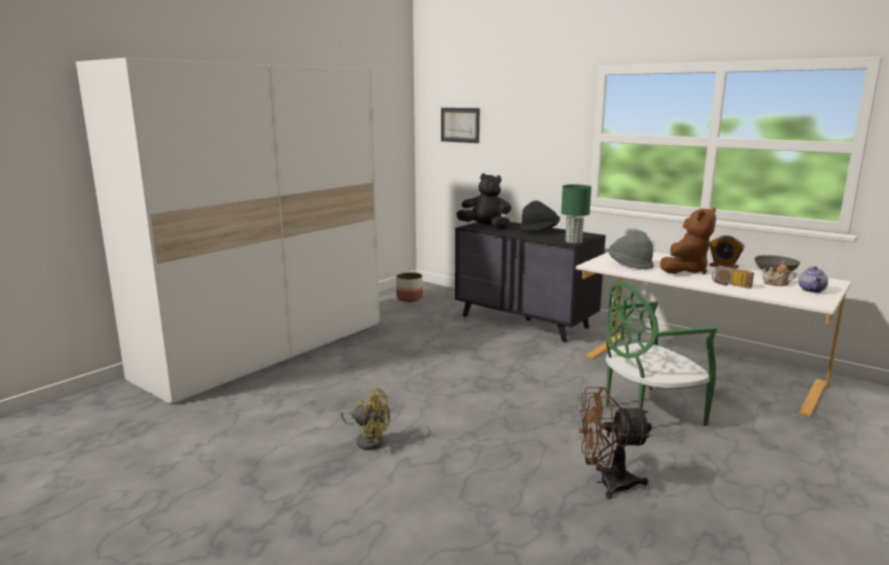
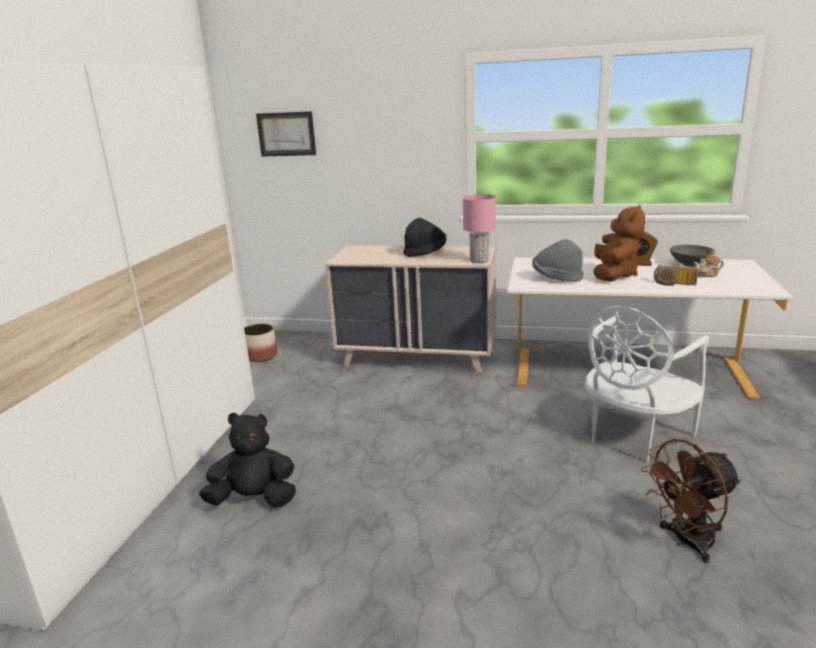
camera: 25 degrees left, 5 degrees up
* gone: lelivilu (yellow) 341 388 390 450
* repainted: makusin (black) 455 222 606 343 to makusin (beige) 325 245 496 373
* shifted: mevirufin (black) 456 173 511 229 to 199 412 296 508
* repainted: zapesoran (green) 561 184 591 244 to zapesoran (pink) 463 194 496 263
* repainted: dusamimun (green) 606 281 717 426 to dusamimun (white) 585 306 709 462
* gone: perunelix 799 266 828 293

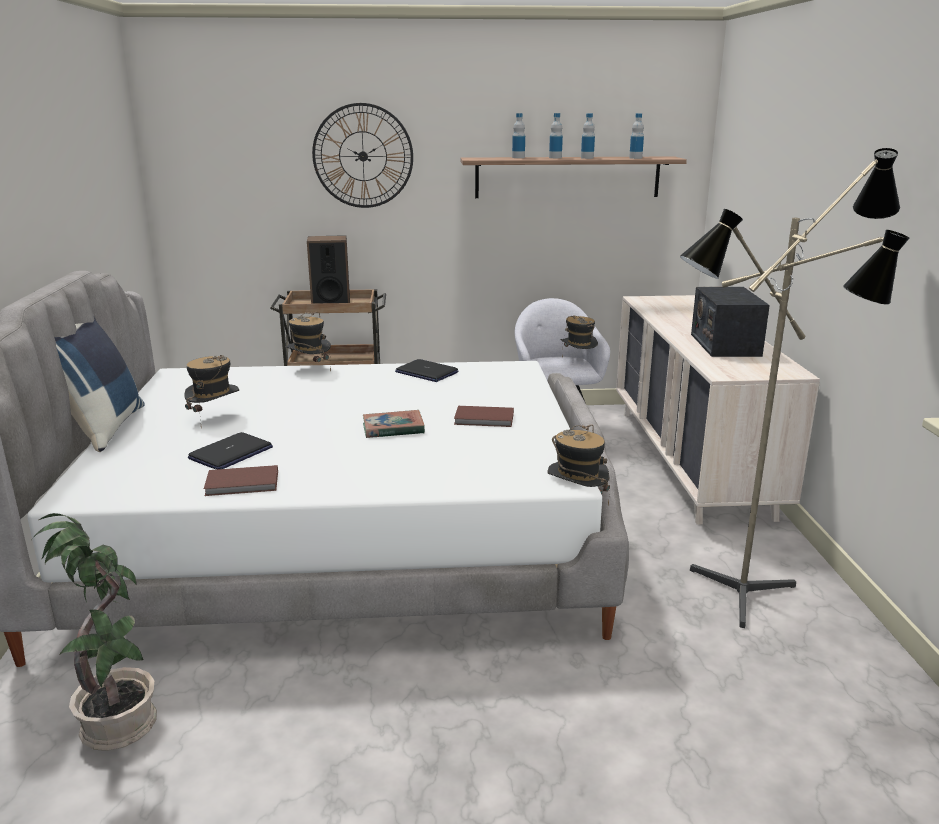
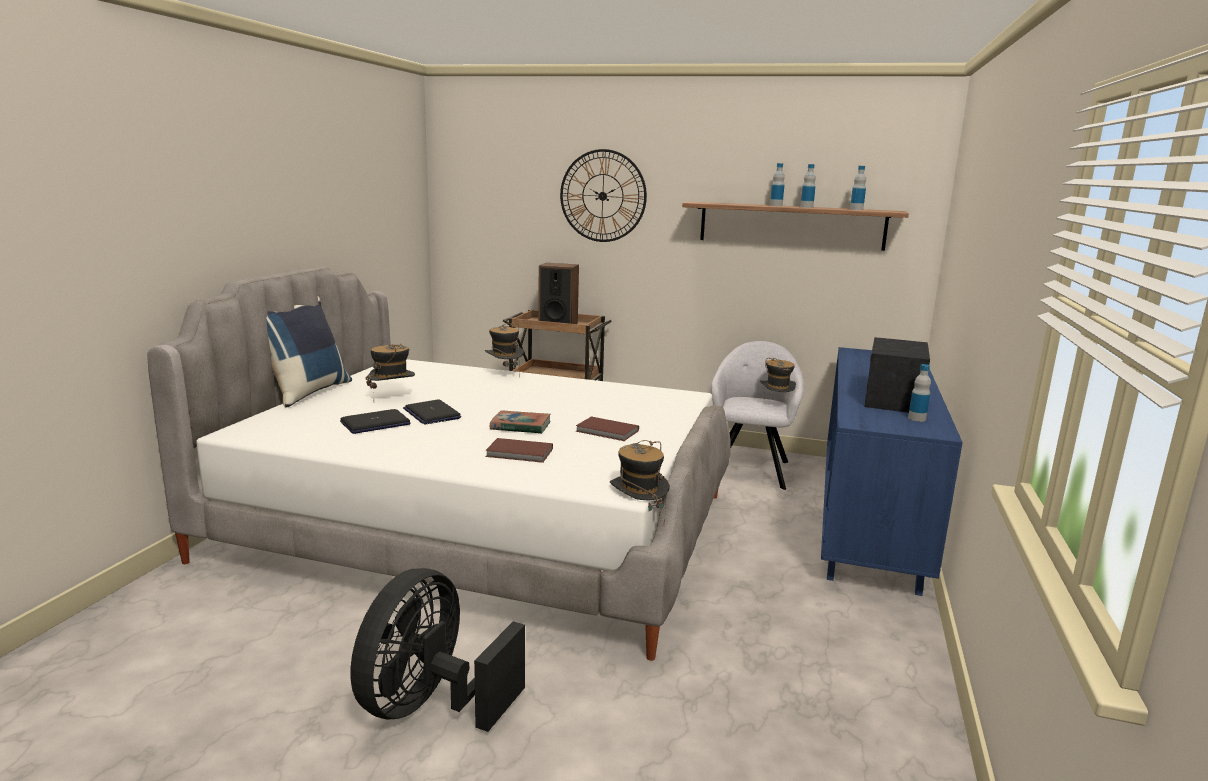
camera: 20 degrees right, 5 degrees down
* gone: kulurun 32 513 157 751
* shifted: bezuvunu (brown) 204 465 278 496 to 485 438 553 463
* shifted: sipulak 395 359 458 382 to 403 399 461 424
* shifted: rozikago 512 113 525 158 to 908 364 931 422
* repainted: makusin (beige) 616 295 820 525 to makusin (blue) 821 347 963 596
* gone: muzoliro 680 148 909 628
* new: lelivilu (black) 351 568 525 732

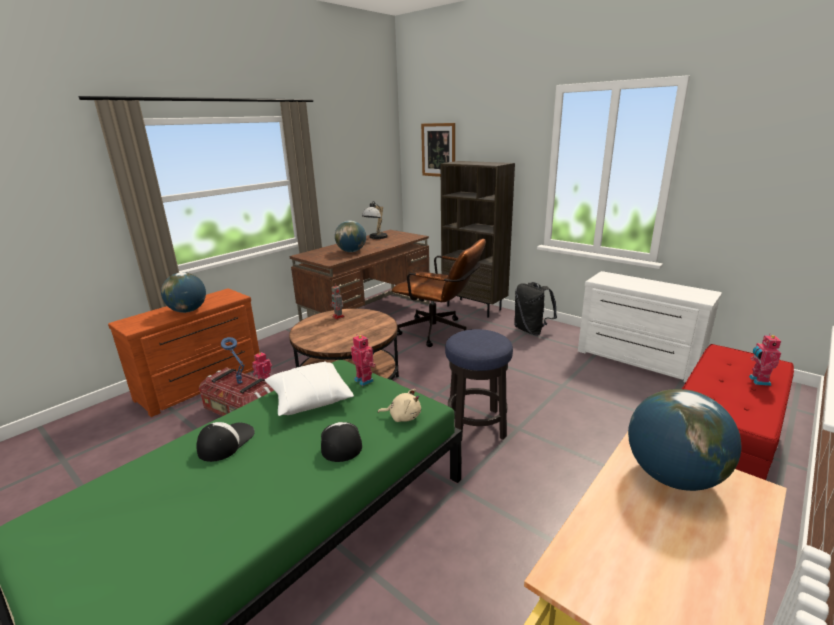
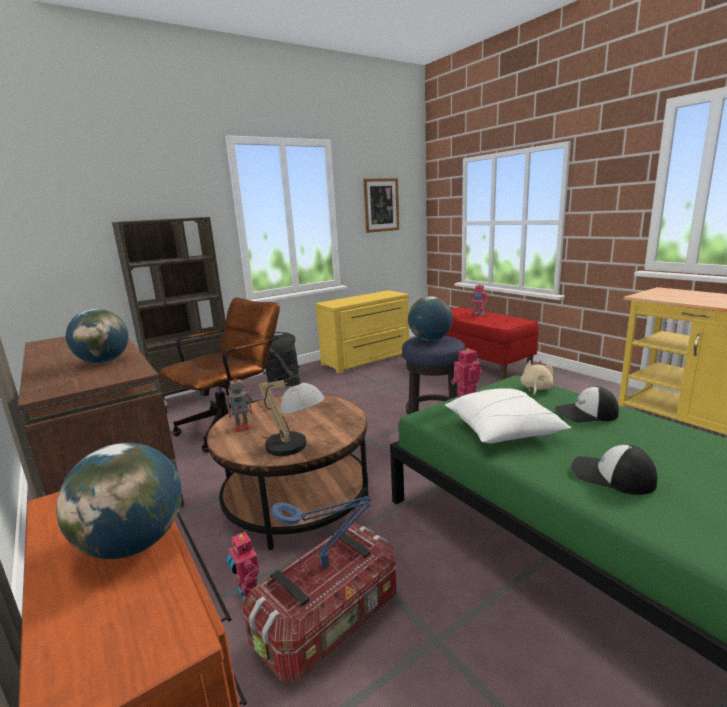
camera: 75 degrees left, 5 degrees down
* shifted: zapesoran 362 201 388 239 to 258 371 325 456
* shifted: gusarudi 421 123 455 177 to 363 178 399 233
* repainted: makusin (white) 578 271 722 383 to makusin (yellow) 315 290 409 373
* shifted: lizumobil 628 389 741 491 to 408 296 453 341

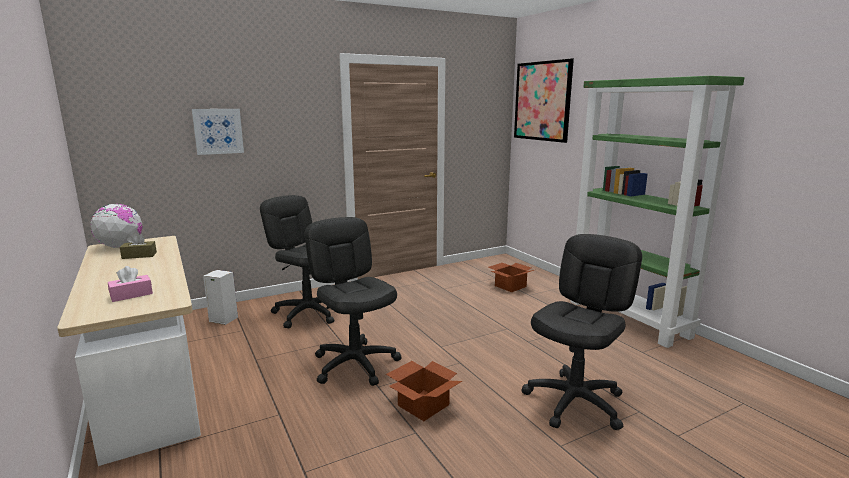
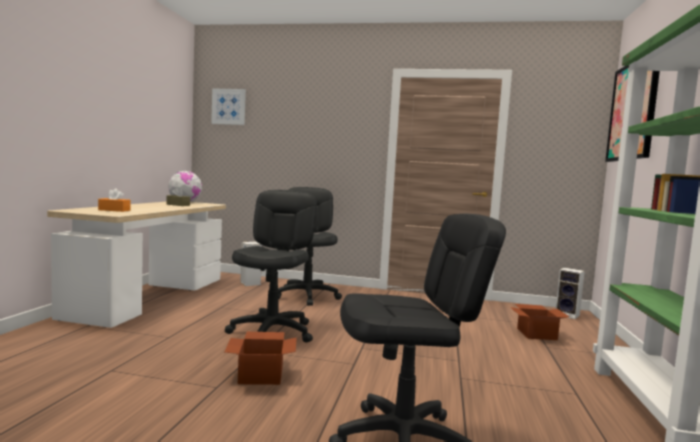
camera: 40 degrees right, 10 degrees down
* repainted: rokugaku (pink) 108 266 153 302 to rokugaku (orange) 98 188 130 212
* shifted: gusarudi 192 109 244 155 to 211 89 246 125
* new: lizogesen 556 267 585 319

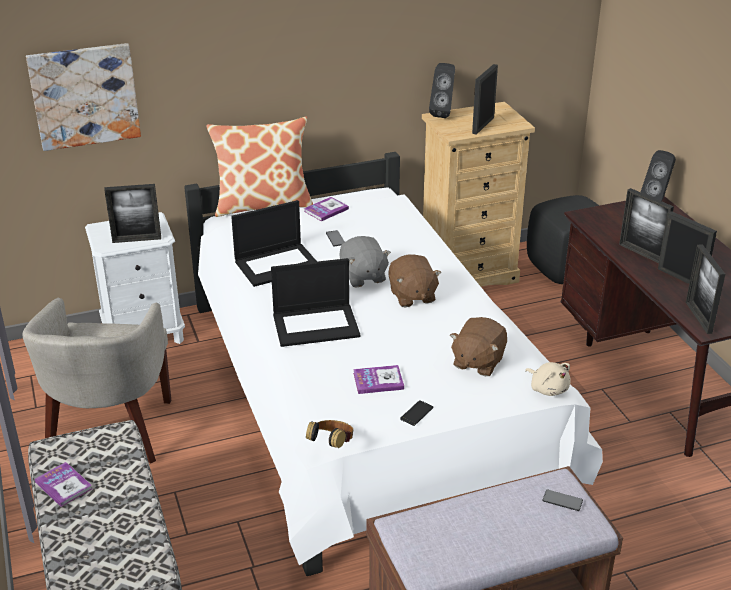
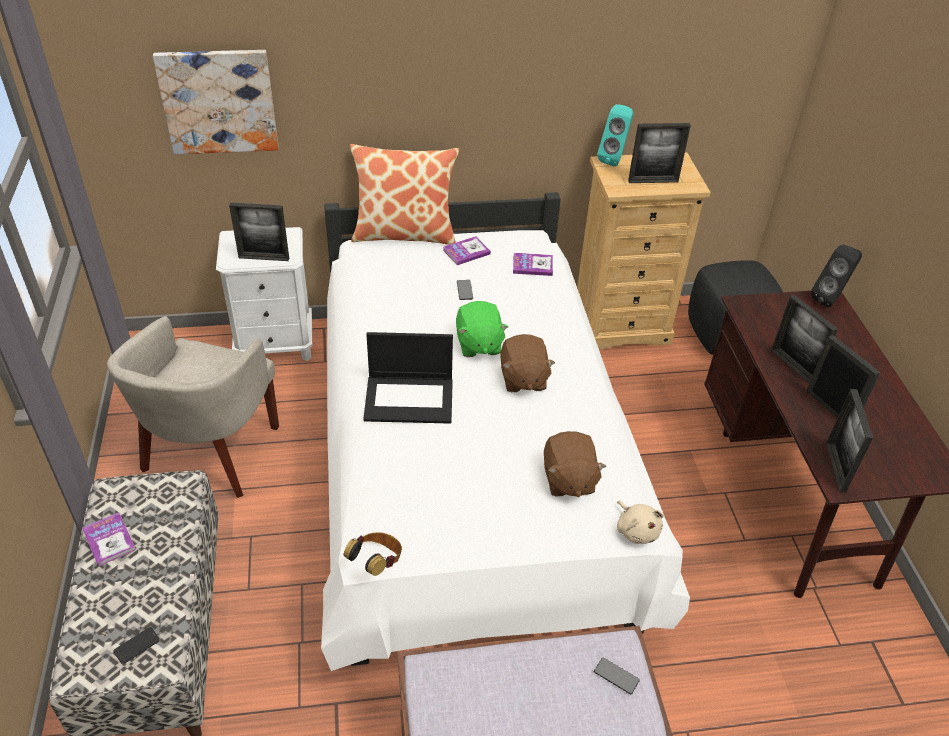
camera: 10 degrees right, 10 degrees up
* gone: sipulak 231 200 317 287
* repainted: mevirufin (grey) 339 236 391 287 to mevirufin (green) 456 301 508 357
* shifted: bezuvunu 353 365 404 394 to 513 253 553 276
* shifted: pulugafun 400 400 434 426 to 113 627 160 664
* repainted: lizogesen (black) 429 63 455 118 to lizogesen (turquoise) 597 104 634 166
* rotated: mevirufin (brown) 450 317 507 376 = 544 431 606 497 45 degrees counterclockwise
* rotated: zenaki 472 64 498 135 = 628 123 691 183 135 degrees counterclockwise

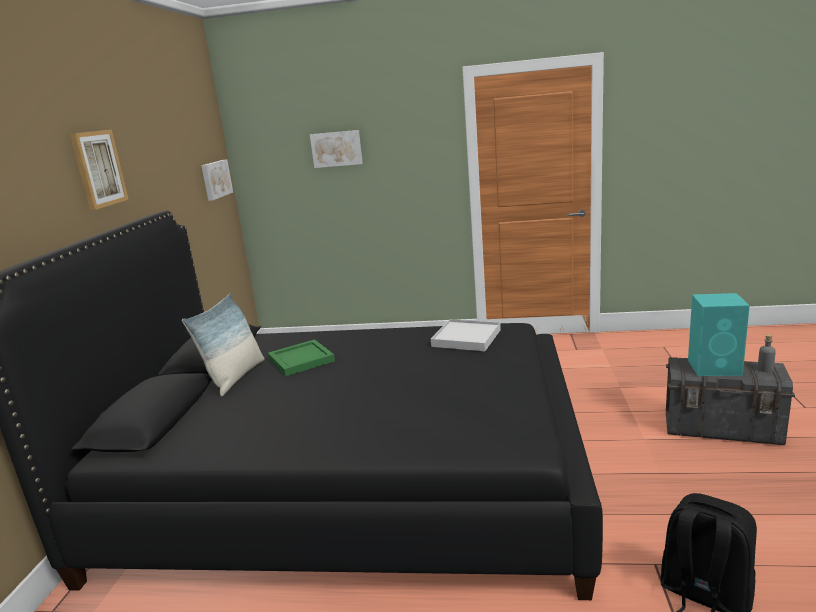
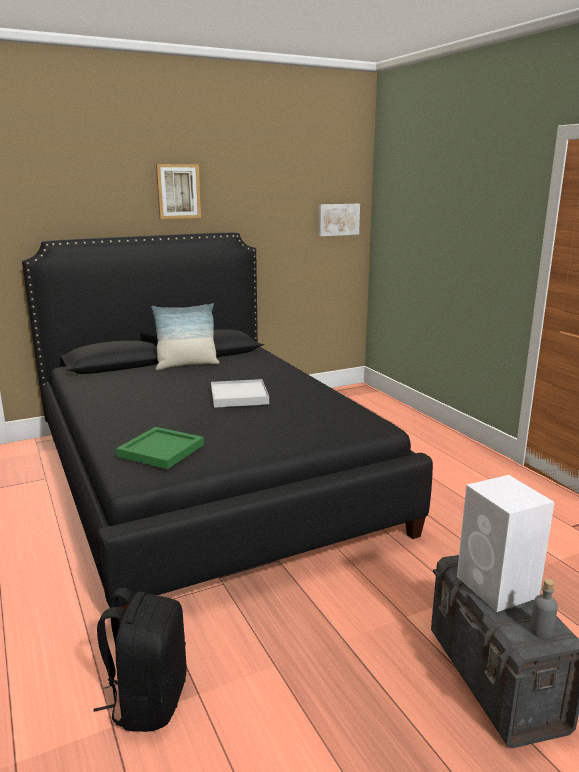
camera: 55 degrees right, 0 degrees up
* shifted: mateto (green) 268 339 335 376 to 116 427 204 469
* gone: gusarudi 310 130 363 168
* shifted: mateto (white) 431 319 501 351 to 211 379 269 408
* repainted: lizogesen (turquoise) 688 293 750 376 to lizogesen (white) 457 475 554 612

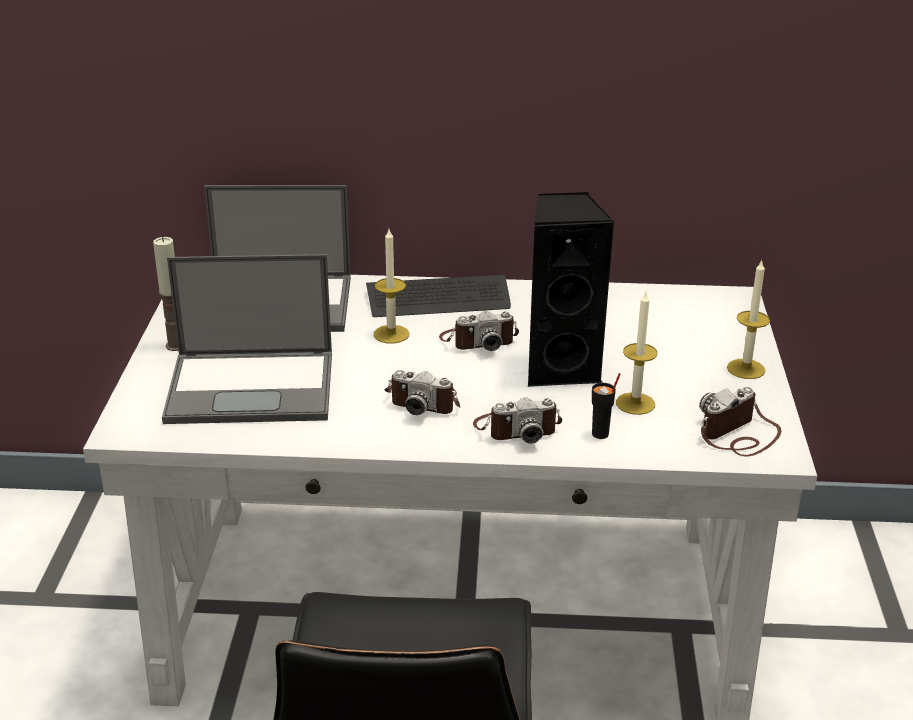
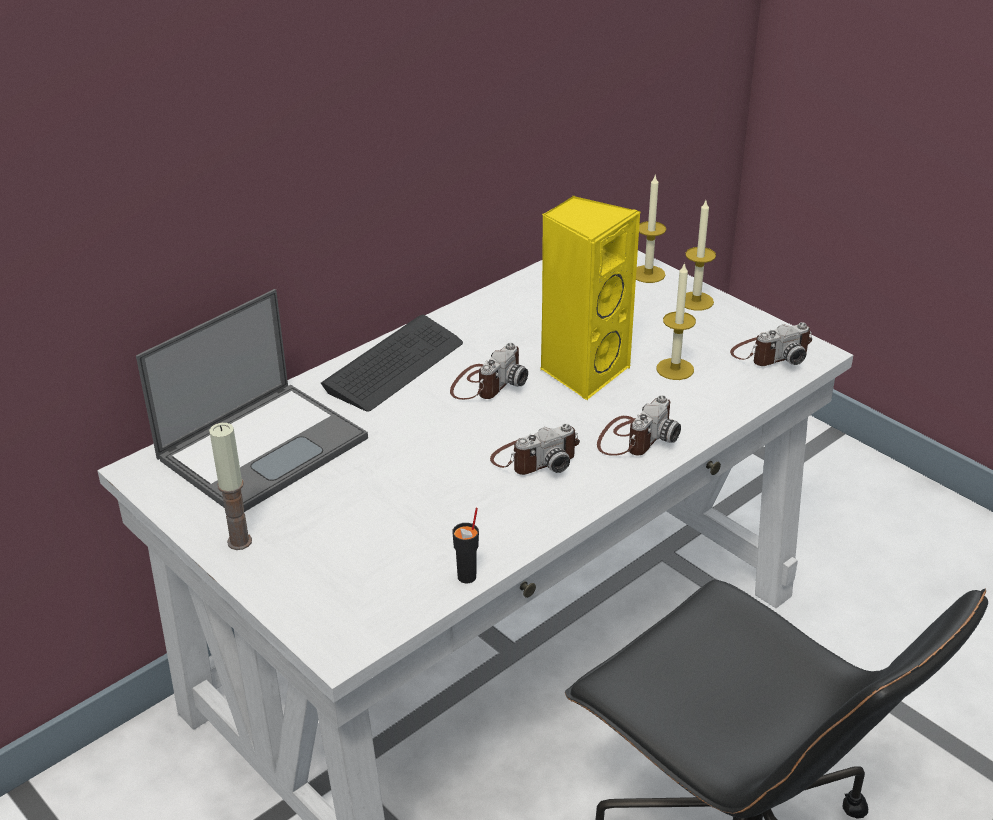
camera: 45 degrees left, 5 degrees up
* gone: sipulak 162 254 332 424
* shifted: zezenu 373 229 409 344 to 636 176 666 283
* repainted: lizogesen (black) 528 192 615 387 to lizogesen (yellow) 540 195 640 401
* shifted: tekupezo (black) 592 373 620 439 to 452 508 479 584
* rotated: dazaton 699 387 781 456 = 730 322 812 366 120 degrees counterclockwise

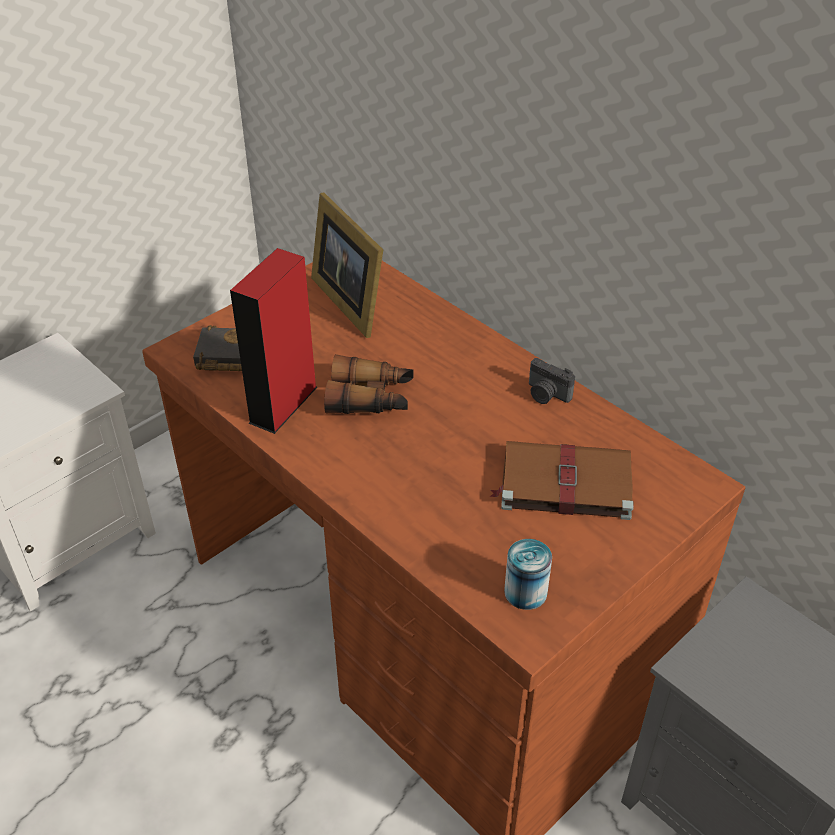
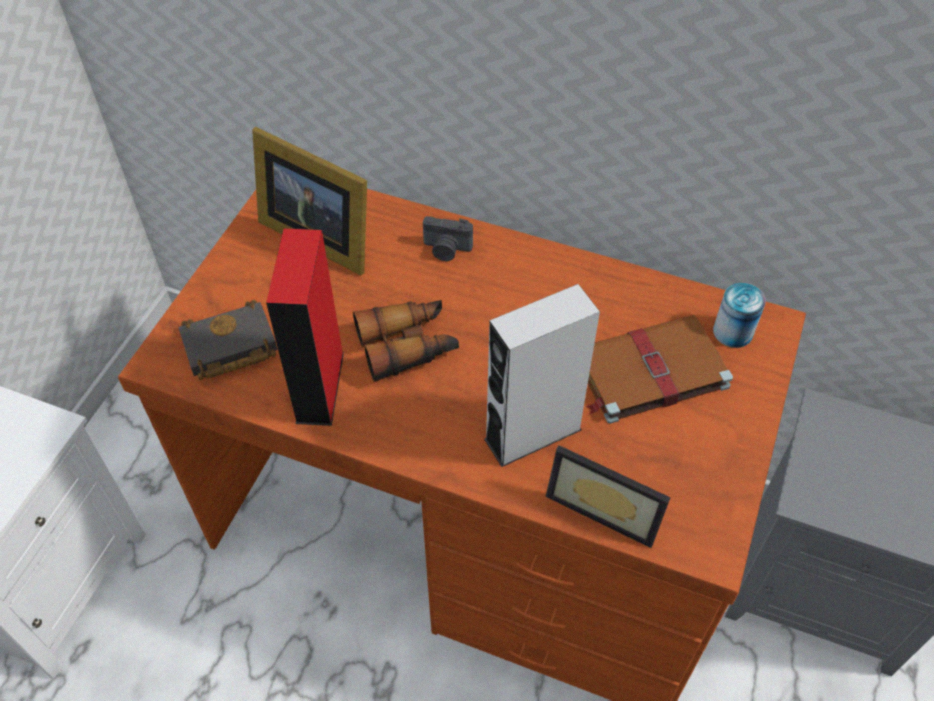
camera: 25 degrees left, 10 degrees up
* shifted: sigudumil 504 539 552 610 to 713 283 766 348
* shifted: dazaton 529 358 575 404 to 423 216 473 261
* new: lizogesen (grey) 484 284 600 467
* new: zenaki 545 445 671 548

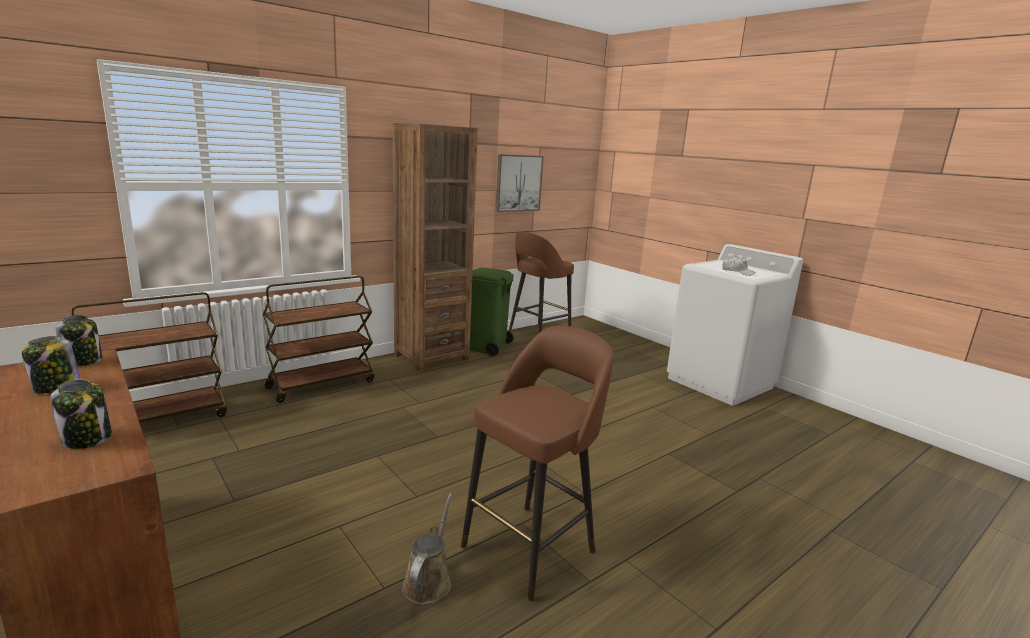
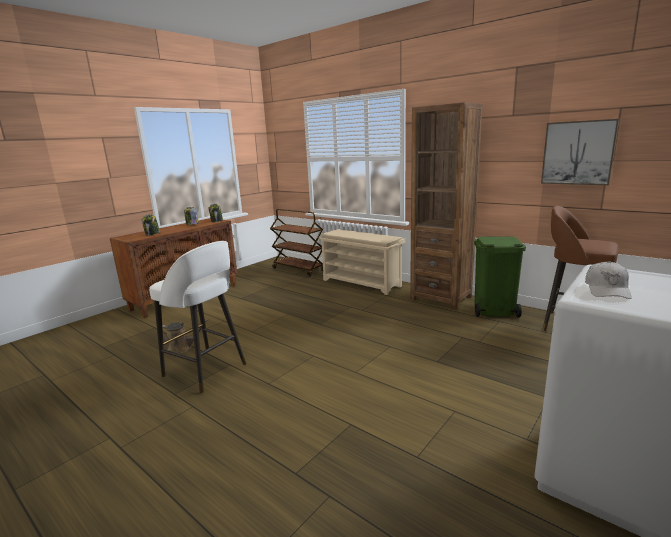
camera: 80 degrees right, 0 degrees up
* swapped: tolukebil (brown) 263 276 375 403 to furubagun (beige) 319 229 405 295
* repainted: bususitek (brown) 461 326 614 601 to bususitek (white) 149 241 246 393

